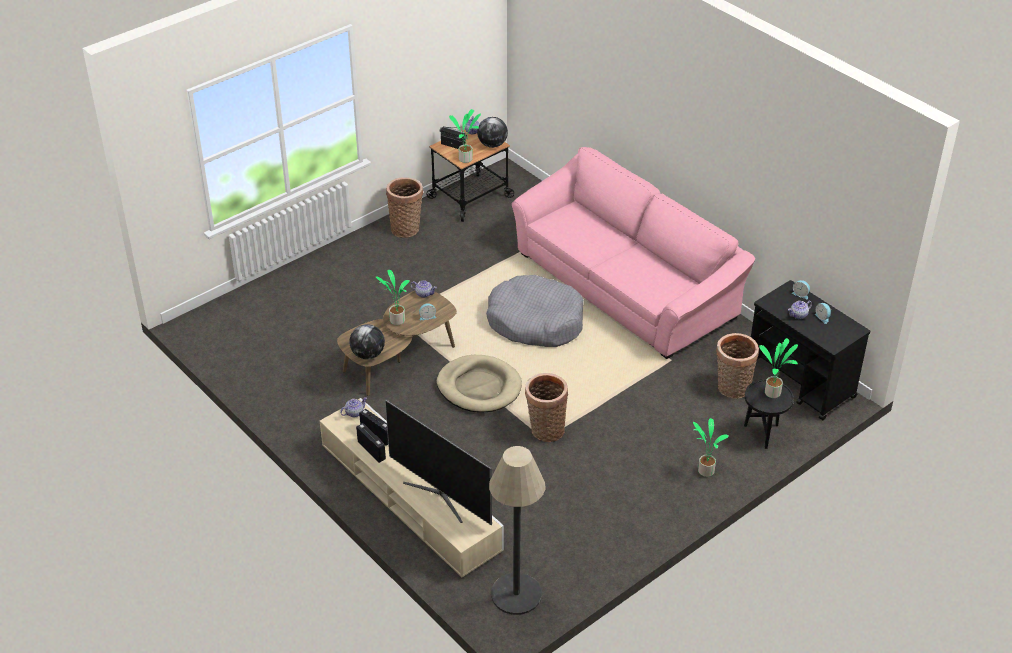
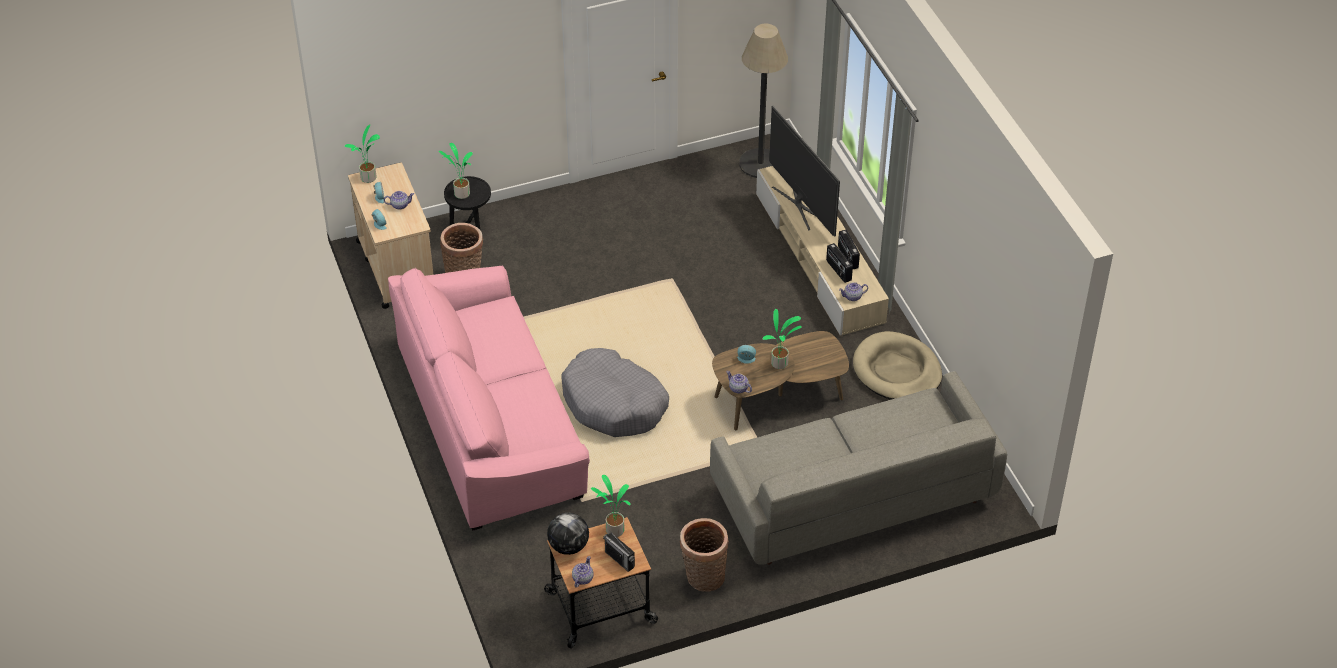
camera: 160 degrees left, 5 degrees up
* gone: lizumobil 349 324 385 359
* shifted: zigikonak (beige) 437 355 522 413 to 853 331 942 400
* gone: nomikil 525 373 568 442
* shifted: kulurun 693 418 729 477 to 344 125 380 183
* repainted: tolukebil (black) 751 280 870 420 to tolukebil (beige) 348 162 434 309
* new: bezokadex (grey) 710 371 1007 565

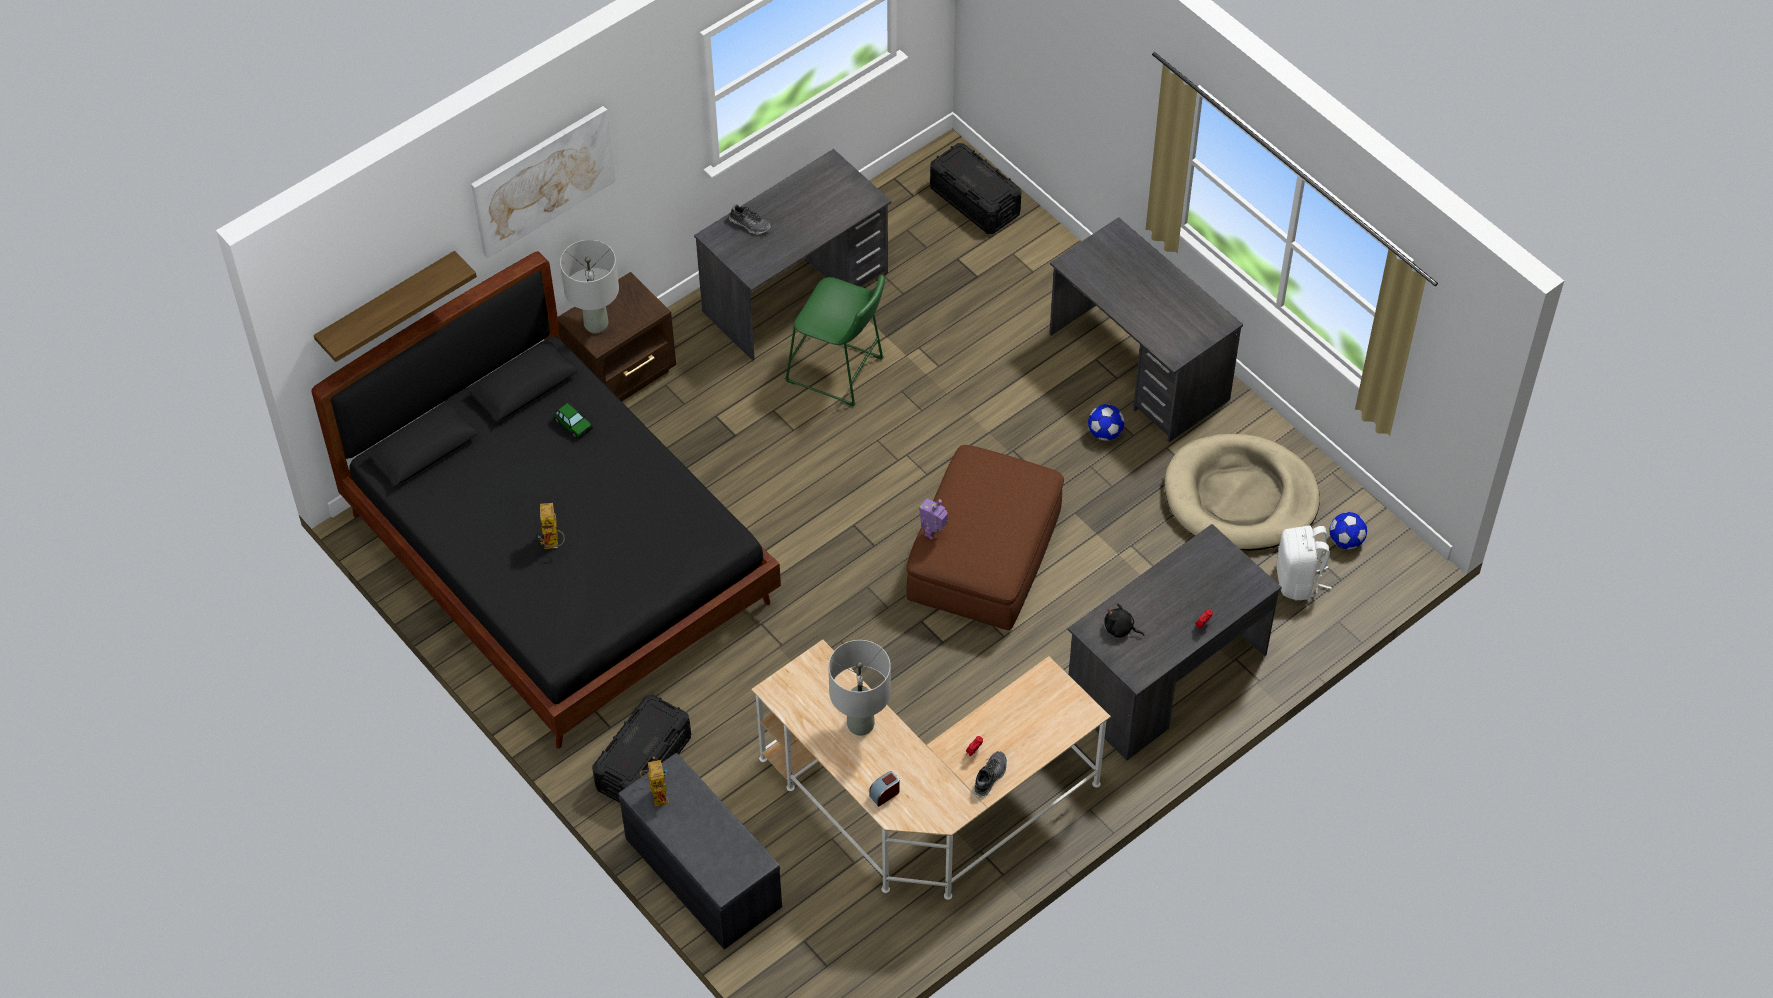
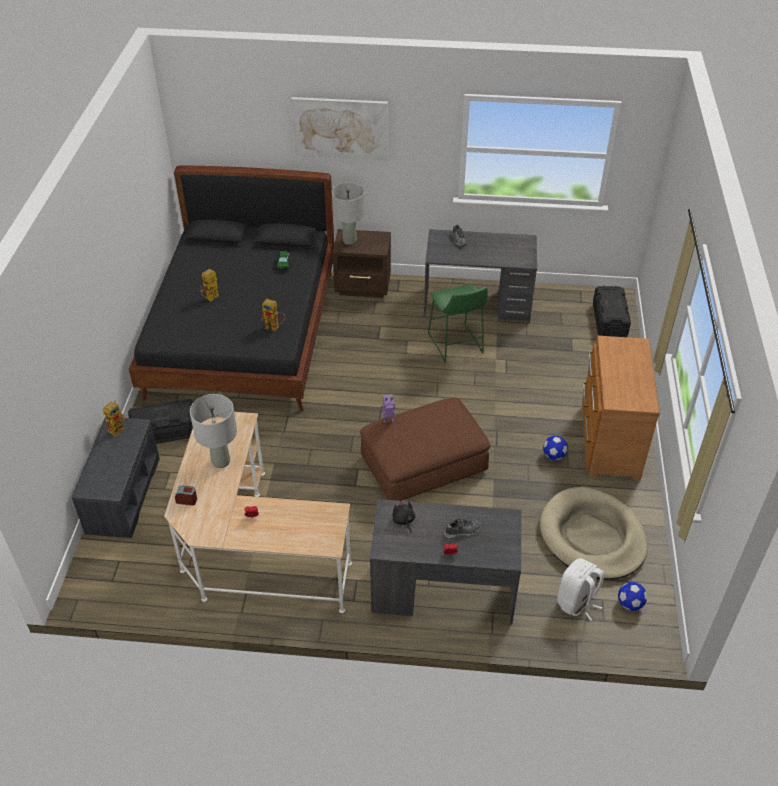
camera: 45 degrees right, 10 degrees down
* gone: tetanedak 314 251 477 362
* shifted: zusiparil 974 751 1007 798 to 444 519 481 538
* swapped: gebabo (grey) 1049 217 1243 442 to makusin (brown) 582 336 660 480
* new: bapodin 261 299 285 332

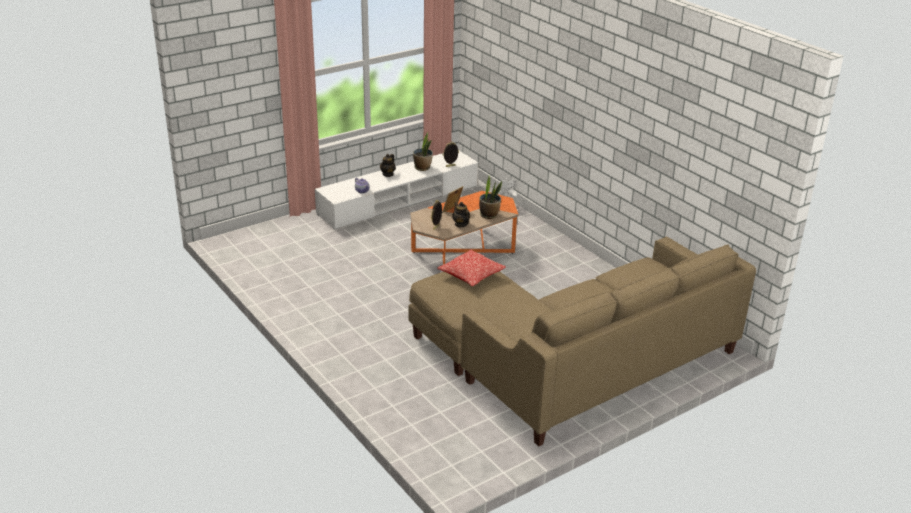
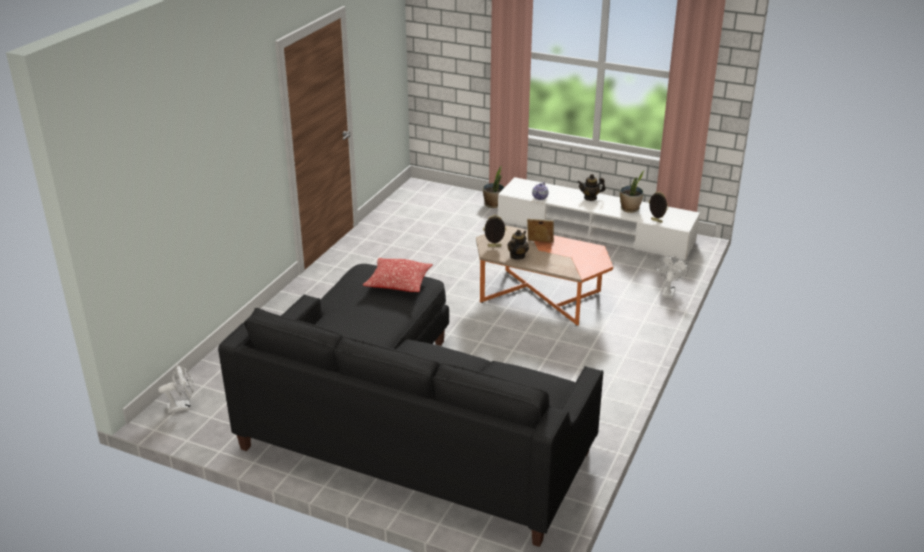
camera: 60 degrees right, 0 degrees up
* repainted: bezokadex (beige) 408 237 756 446 to bezokadex (black) 218 264 603 547
* shifted: kulurun 479 176 502 219 to 483 166 505 208
* new: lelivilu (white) 158 365 194 413

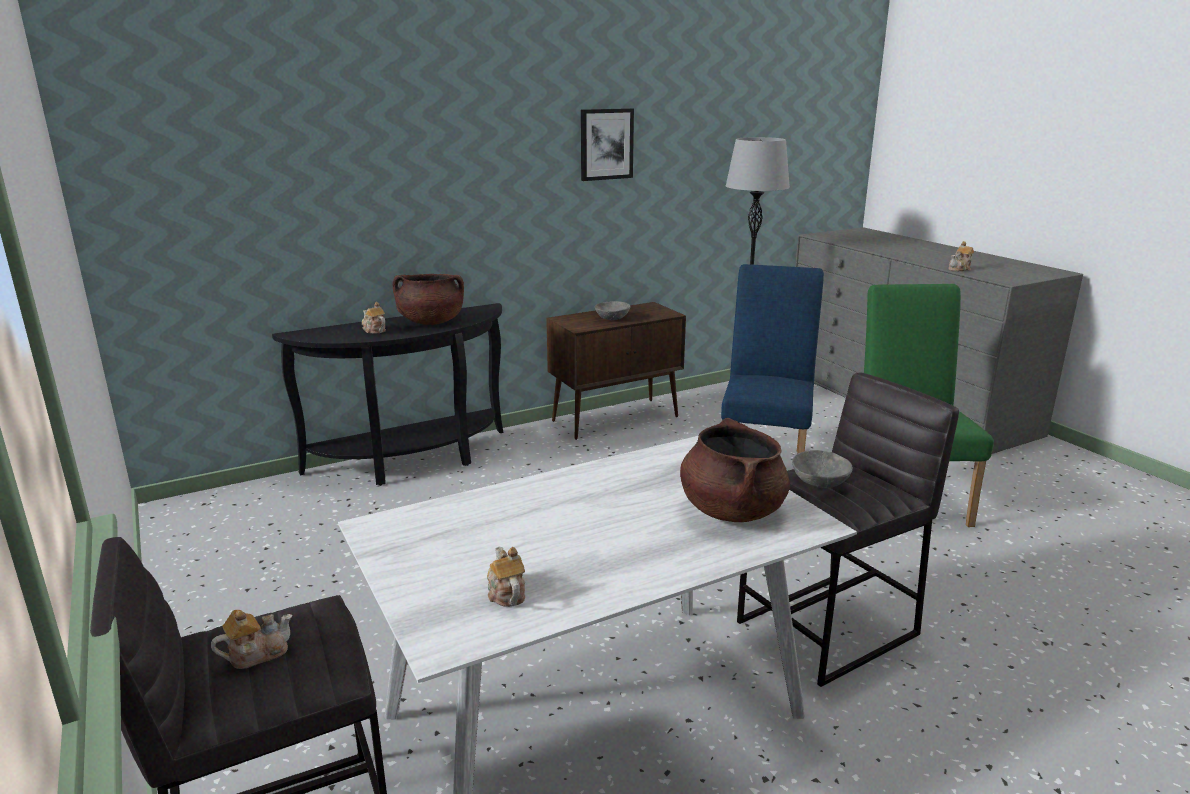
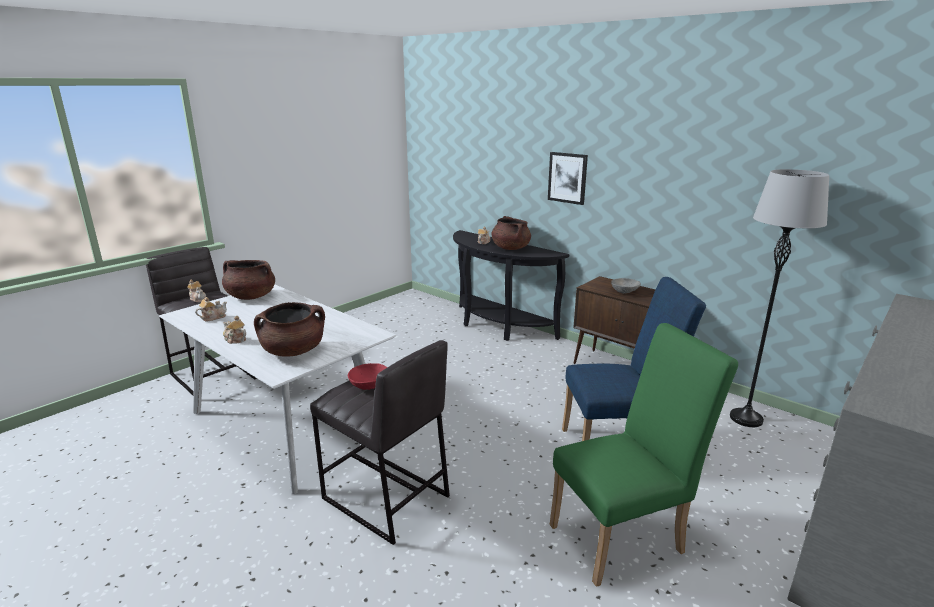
camera: 70 degrees right, 0 degrees up
* shifted: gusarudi 581 108 634 181 to 548 152 588 205
* repainted: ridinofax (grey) 792 450 853 488 to ridinofax (red) 348 363 387 390
* shifted: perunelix 948 241 974 271 to 223 315 246 344
* new: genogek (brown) 222 260 275 300

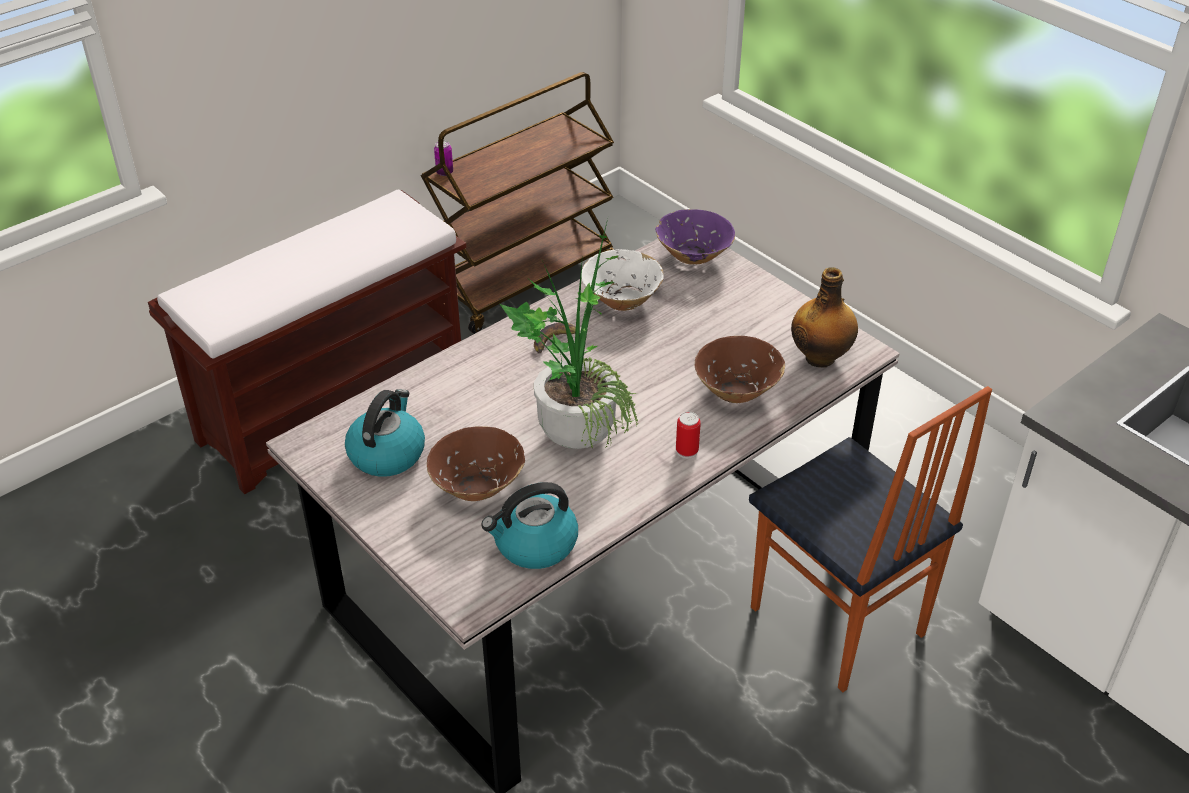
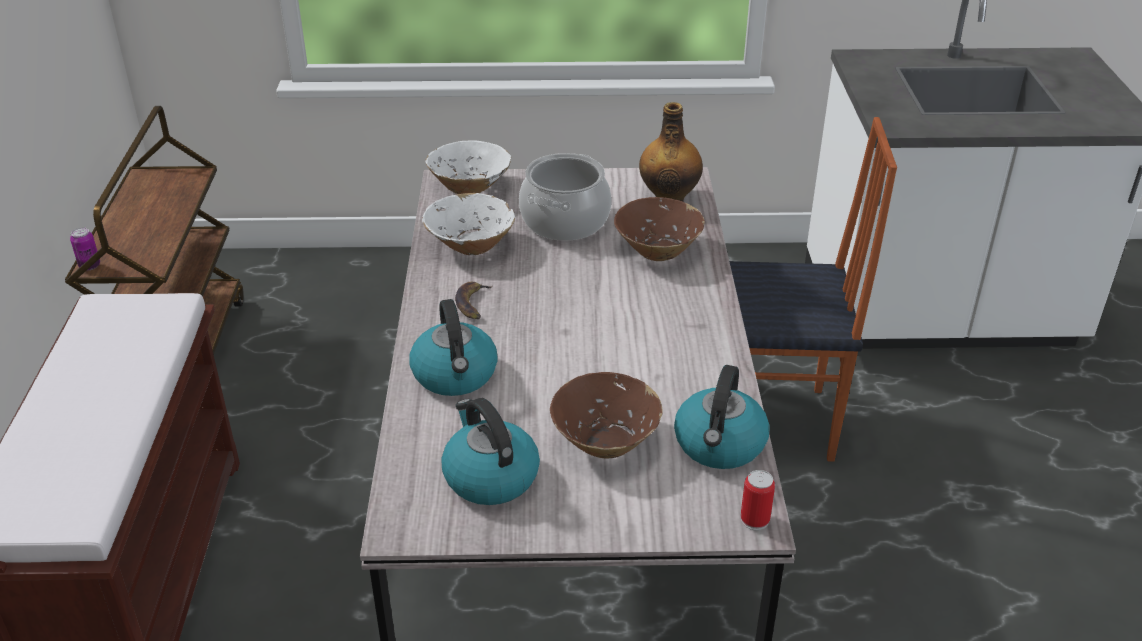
camera: 50 degrees left, 5 degrees down
* gone: kulurun 500 219 638 449
* repainted: ridinofax (purple) 656 209 735 265 to ridinofax (white) 425 140 511 194
* shifted: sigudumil 676 412 701 459 to 741 470 775 531
* new: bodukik 410 299 498 396
* new: genogek 519 153 612 241

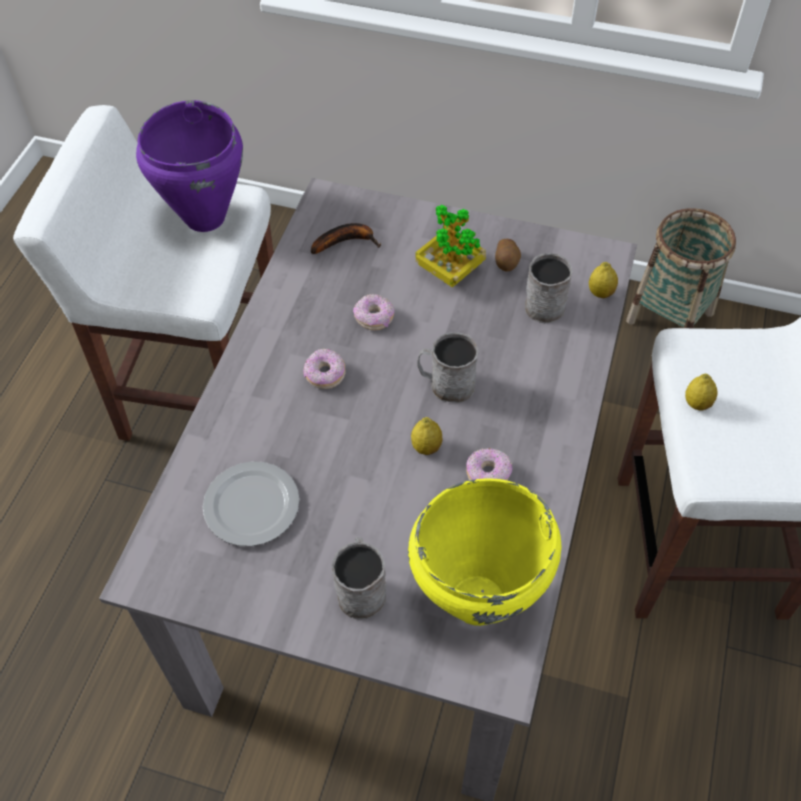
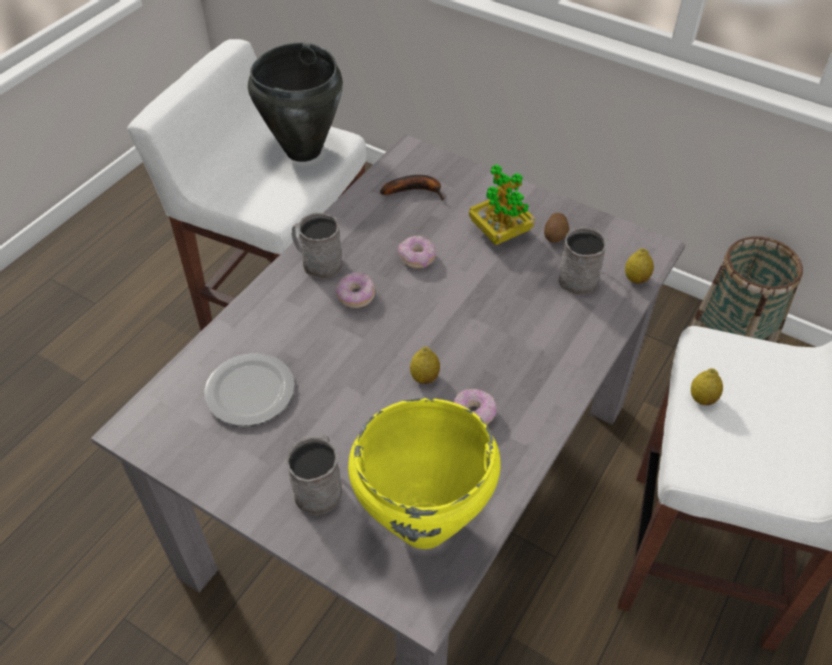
camera: 15 degrees right, 5 degrees down
* repainted: genogek (purple) 136 100 243 232 to genogek (black) 248 43 343 162
* shifted: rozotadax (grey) 417 332 479 403 to 292 213 342 279

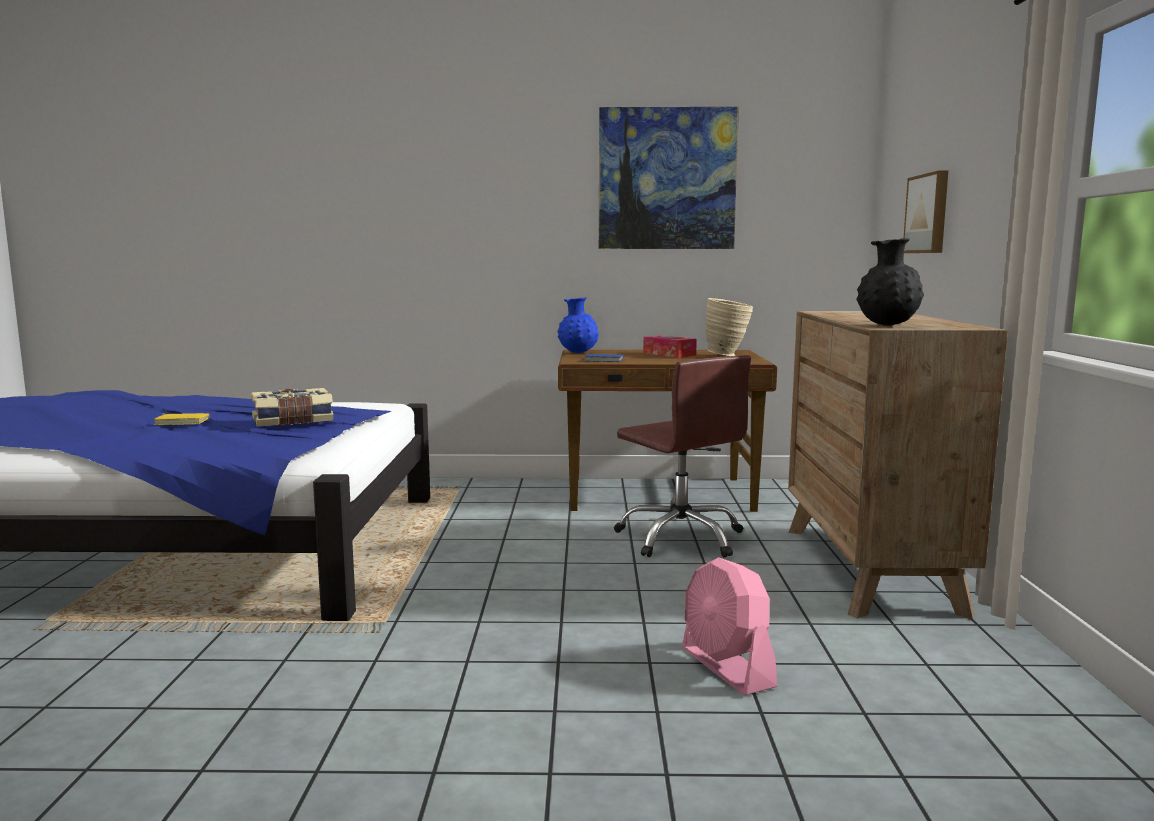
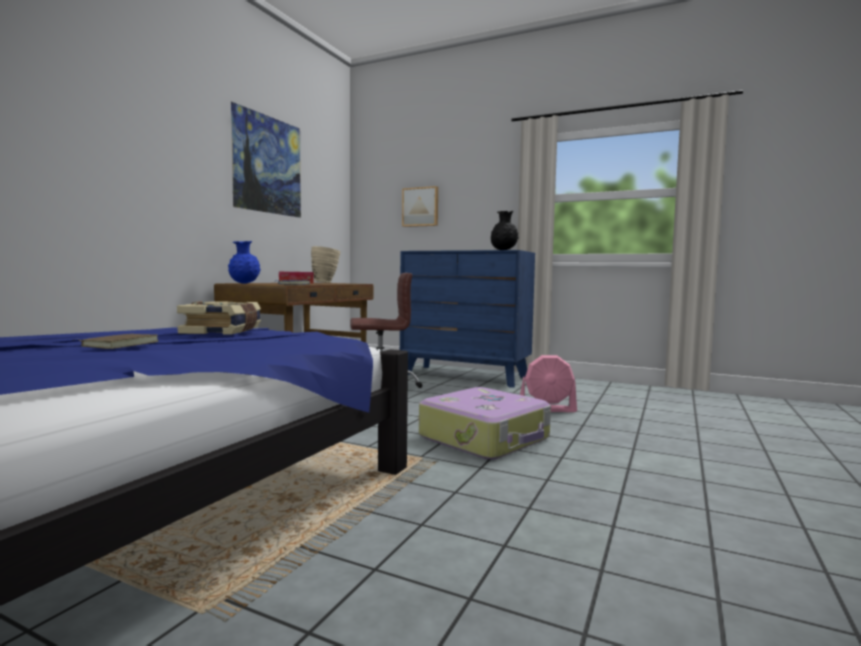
camera: 65 degrees left, 5 degrees down
* repainted: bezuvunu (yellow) 153 413 209 425 to bezuvunu (brown) 72 334 158 349
* repainted: makusin (brown) 788 311 1008 619 to makusin (blue) 400 250 535 387
* new: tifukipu 419 387 551 460

